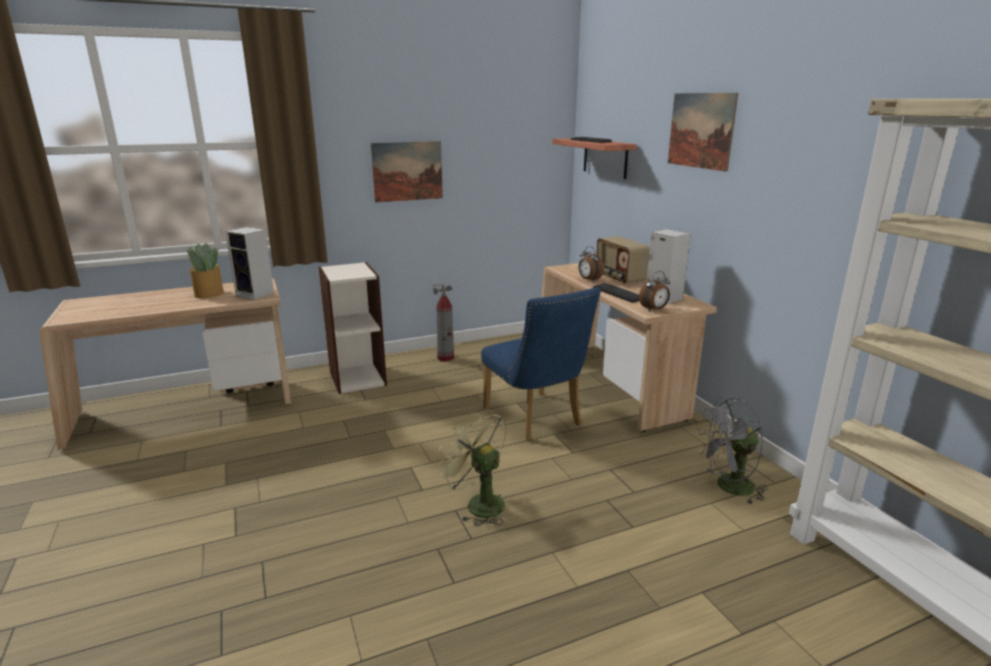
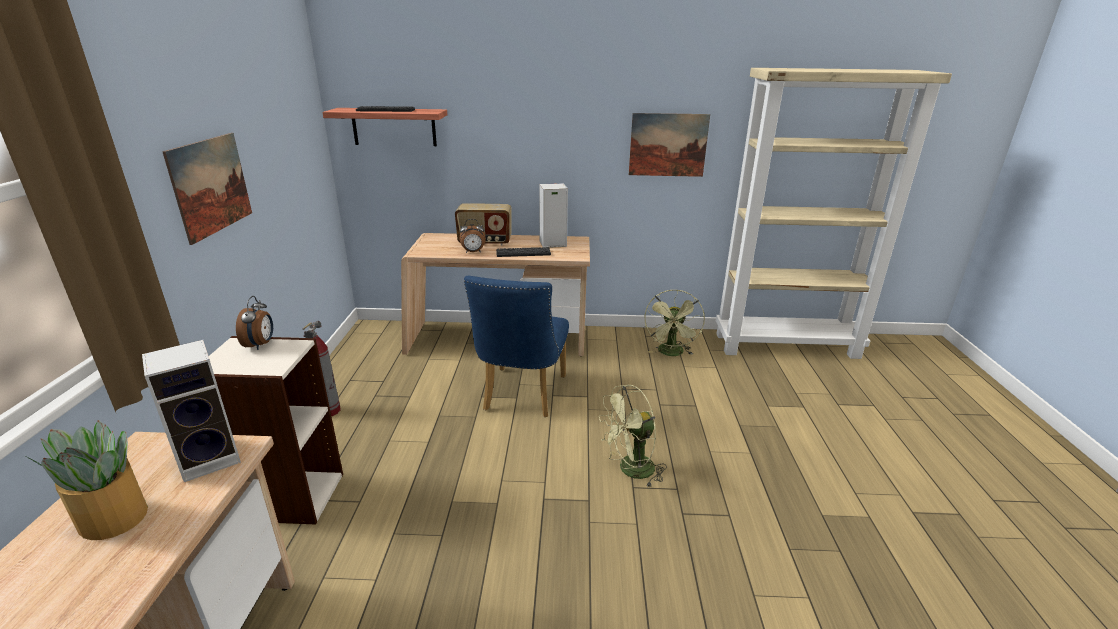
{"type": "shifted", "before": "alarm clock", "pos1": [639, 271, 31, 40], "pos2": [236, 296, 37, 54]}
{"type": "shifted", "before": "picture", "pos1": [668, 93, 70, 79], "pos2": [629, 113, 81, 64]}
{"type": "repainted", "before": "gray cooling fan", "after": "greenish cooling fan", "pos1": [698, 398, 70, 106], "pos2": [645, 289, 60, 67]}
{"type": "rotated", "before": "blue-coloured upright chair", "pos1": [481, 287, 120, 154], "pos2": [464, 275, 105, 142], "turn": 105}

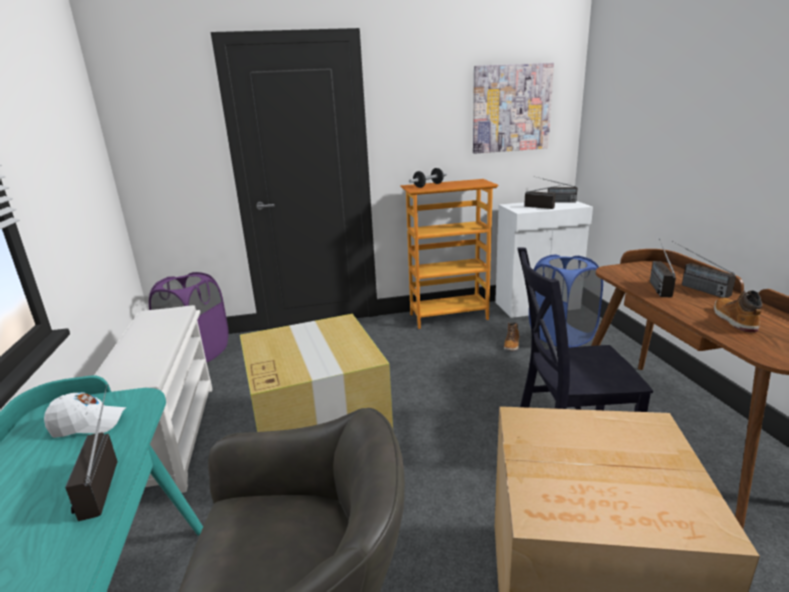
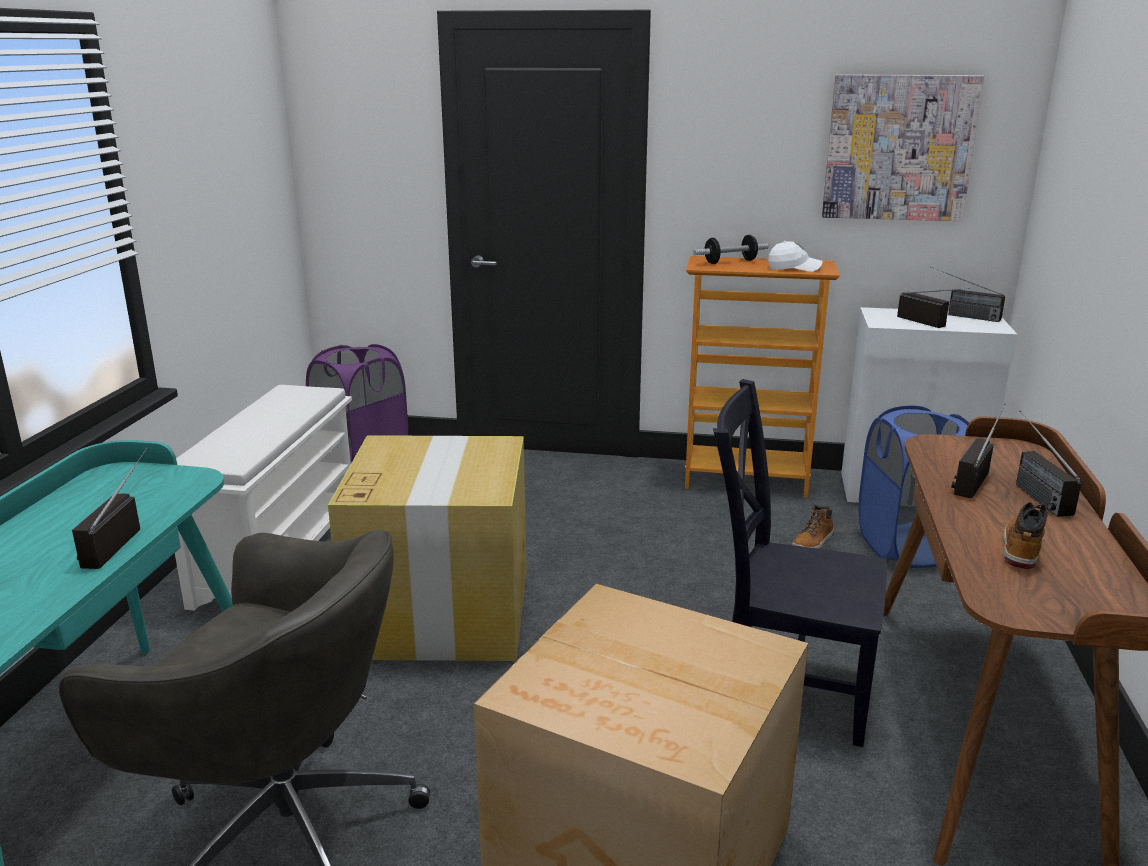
{"type": "shifted", "before": "white-coloured cap", "pos1": [44, 393, 82, 45], "pos2": [768, 241, 55, 31]}

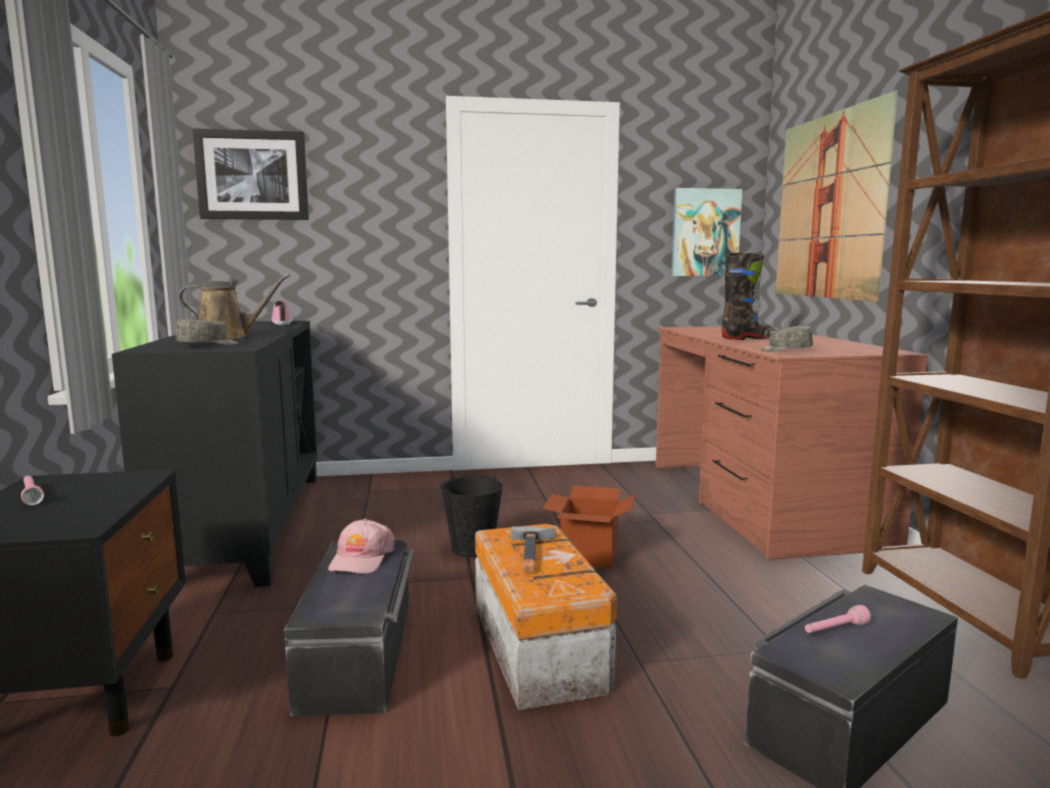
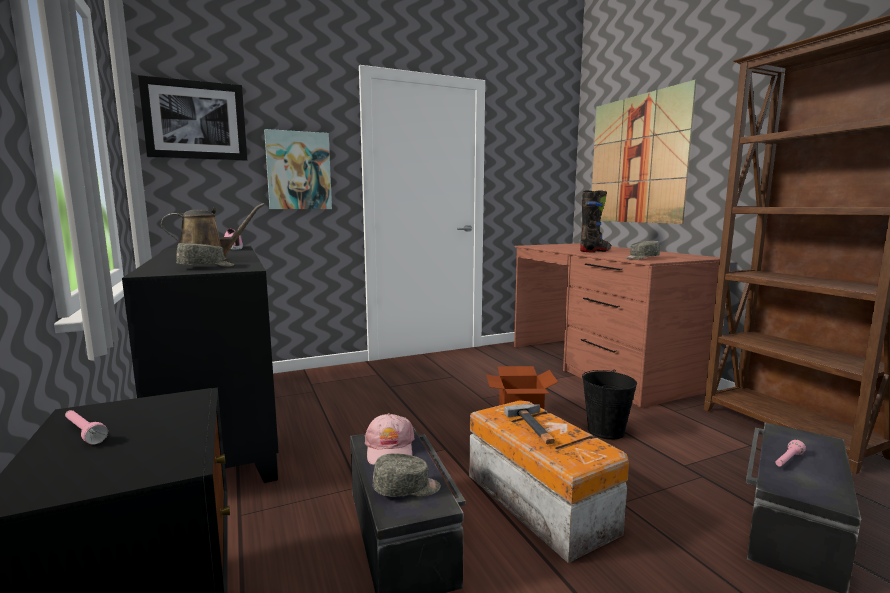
{"type": "new", "after": "gray cap", "pos2": [373, 453, 68, 44]}
{"type": "shifted", "before": "black bucket", "pos1": [440, 475, 63, 82], "pos2": [582, 369, 55, 71]}
{"type": "shifted", "before": "picture", "pos1": [671, 188, 71, 88], "pos2": [264, 129, 68, 80]}

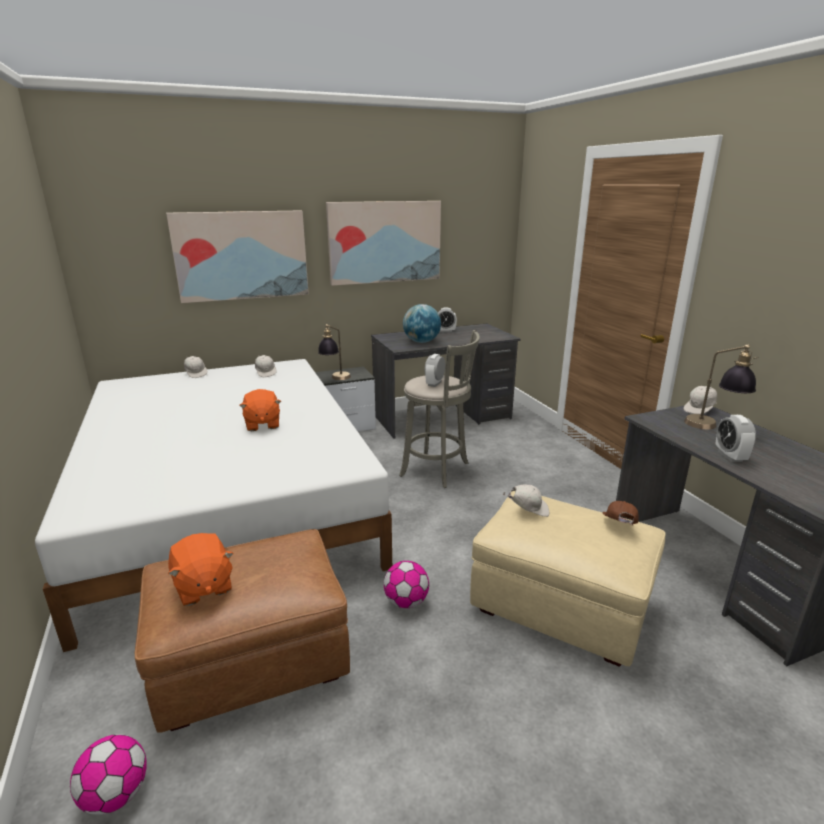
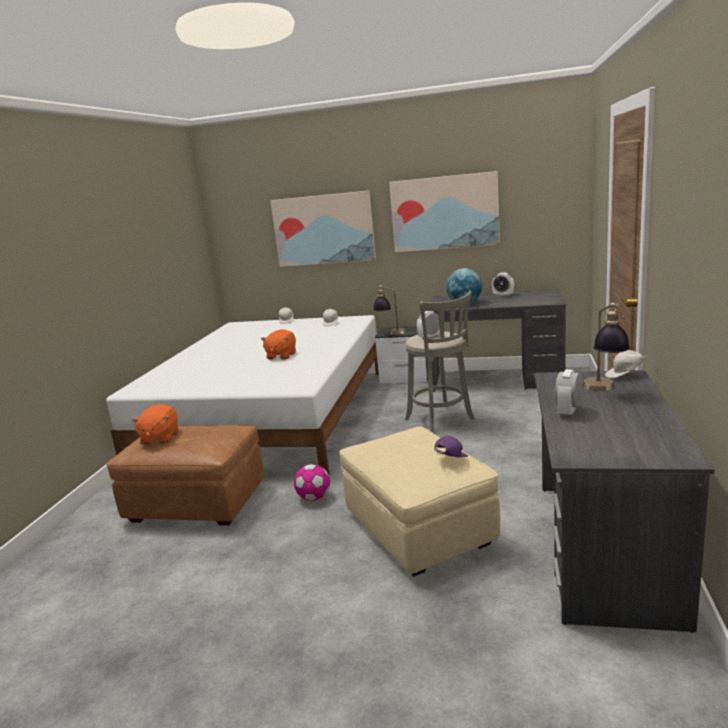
{"type": "gone", "before": "football ball", "pos1": [70, 734, 77, 81]}
{"type": "gone", "before": "white-coloured cap", "pos1": [503, 484, 46, 33]}
{"type": "repainted", "before": "brownish cap", "after": "purple-coloured cap", "pos1": [603, 501, 36, 24], "pos2": [434, 436, 34, 22]}

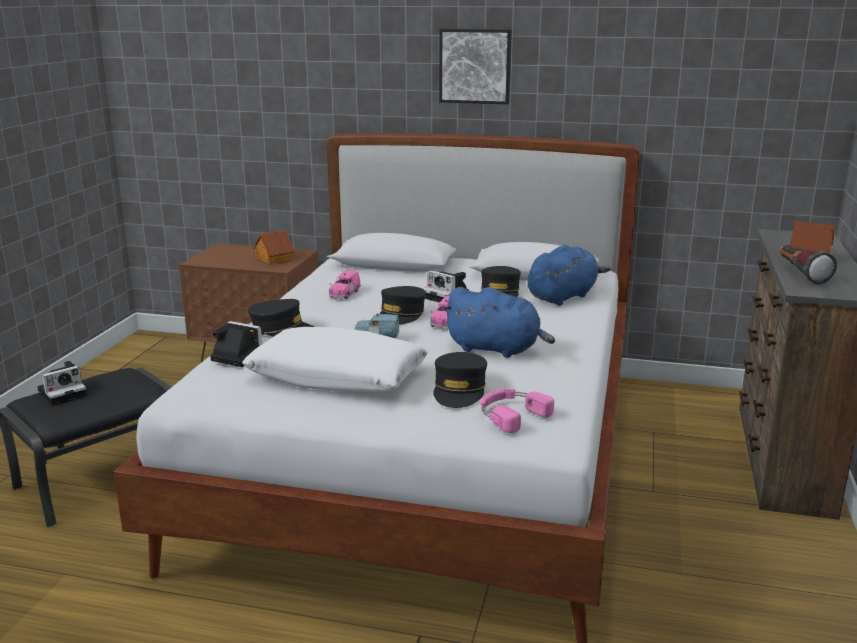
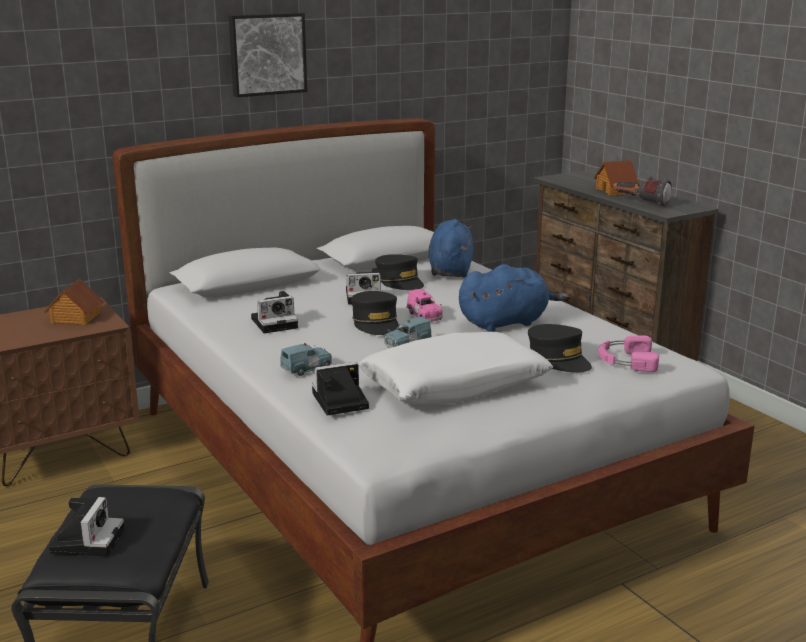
{"type": "swapped", "before": "black cap", "after": "blue-coloured model car", "pos1": [248, 299, 66, 38], "pos2": [280, 343, 52, 33]}
{"type": "swapped", "before": "pink model car", "after": "still camera", "pos1": [329, 270, 32, 29], "pos2": [251, 291, 47, 42]}

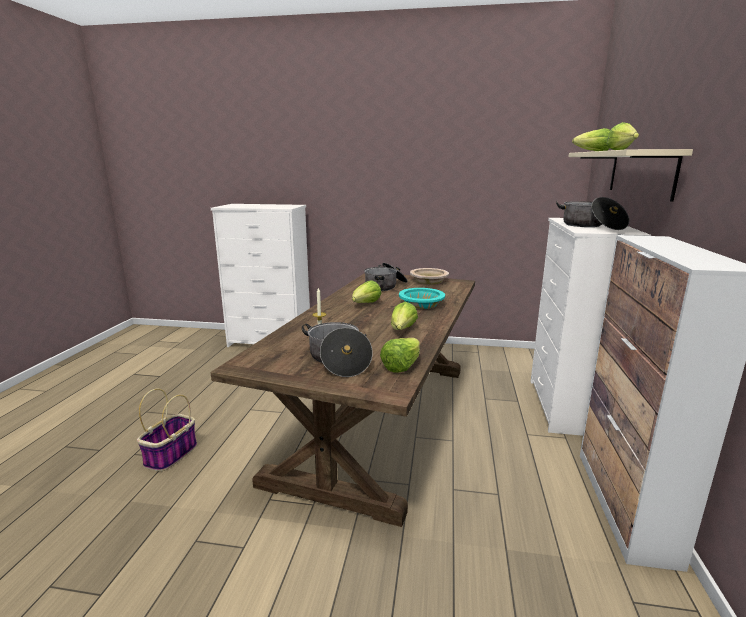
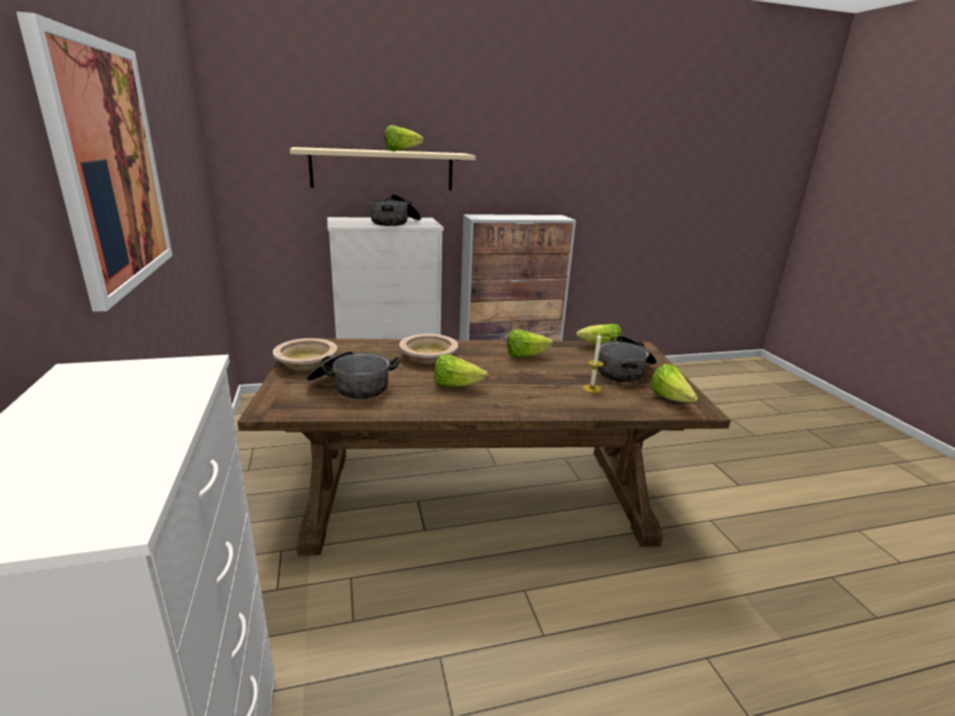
{"type": "gone", "before": "basket", "pos1": [137, 389, 60, 82]}
{"type": "new", "after": "picture", "pos2": [16, 11, 157, 301]}
{"type": "shifted", "before": "lettuce", "pos1": [572, 128, 38, 23], "pos2": [650, 364, 48, 38]}
{"type": "repainted", "before": "turquoise serving bowl", "after": "beige serving bowl", "pos1": [399, 288, 46, 21], "pos2": [399, 334, 59, 31]}

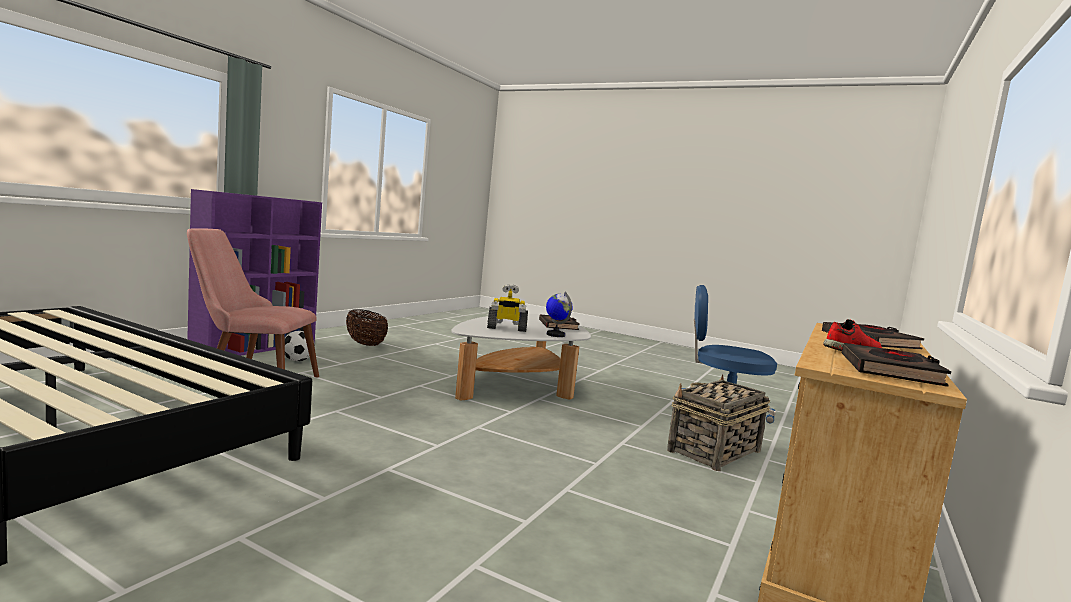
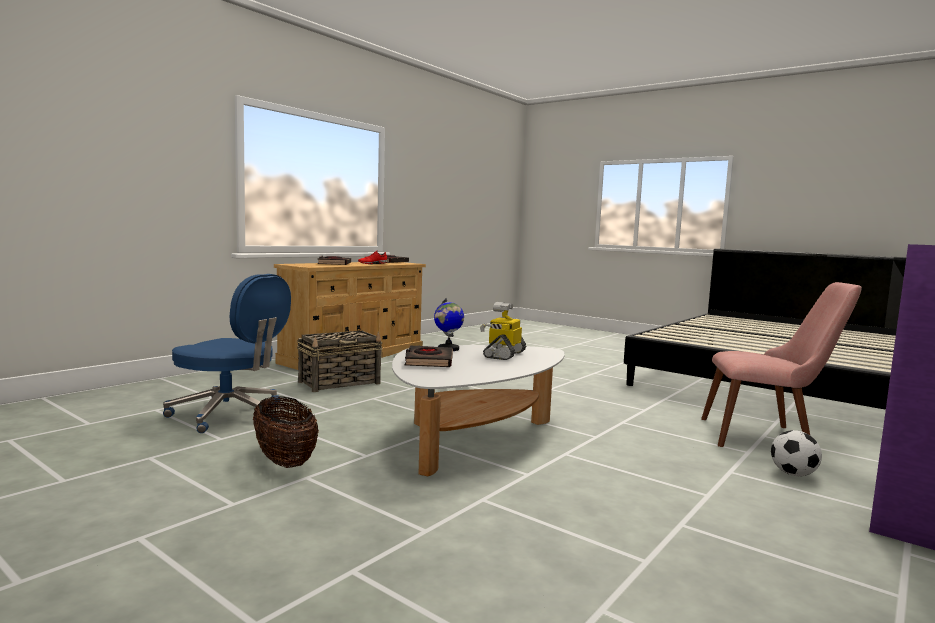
{"type": "shifted", "before": "basket", "pos1": [346, 309, 42, 37], "pos2": [253, 396, 66, 72]}
{"type": "rotated", "before": "robot figure", "pos1": [487, 284, 41, 48], "pos2": [480, 302, 46, 58], "turn": -75}

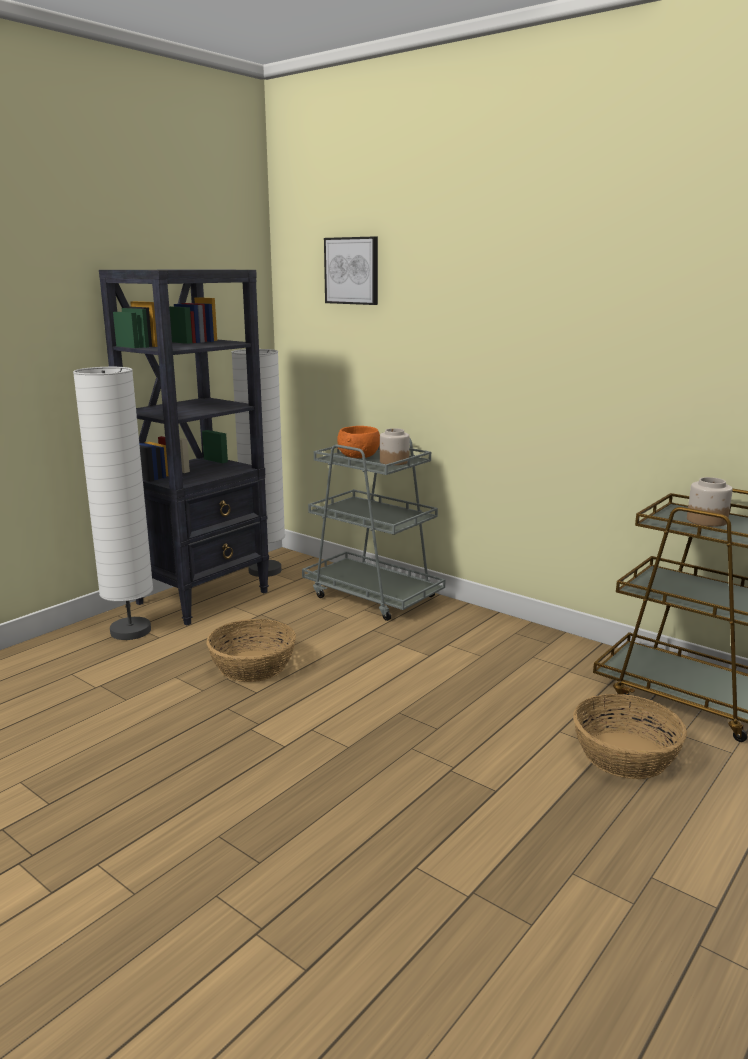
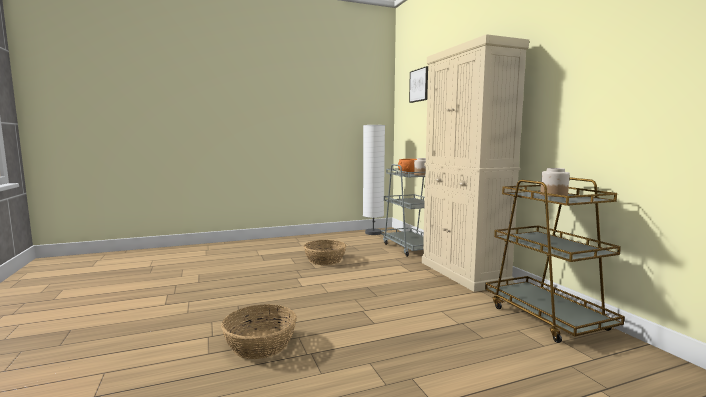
{"type": "gone", "before": "white-coloured standard lamp", "pos1": [73, 367, 80, 273]}
{"type": "gone", "before": "black bookshelf", "pos1": [99, 269, 170, 357]}
{"type": "new", "after": "beige cabinet", "pos2": [422, 34, 107, 258]}
{"type": "shifted", "before": "basket", "pos1": [573, 694, 114, 85], "pos2": [221, 304, 76, 55]}

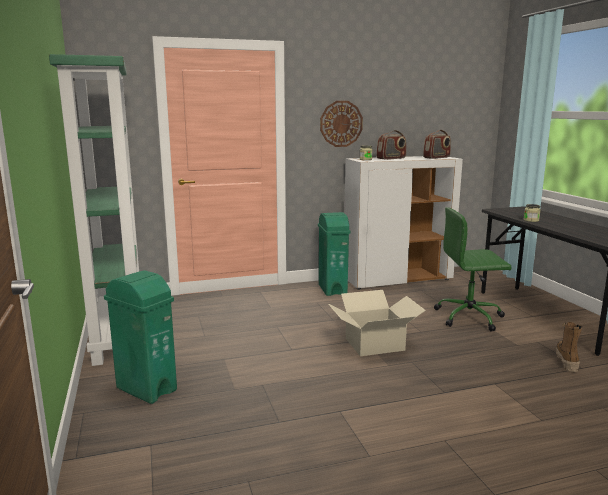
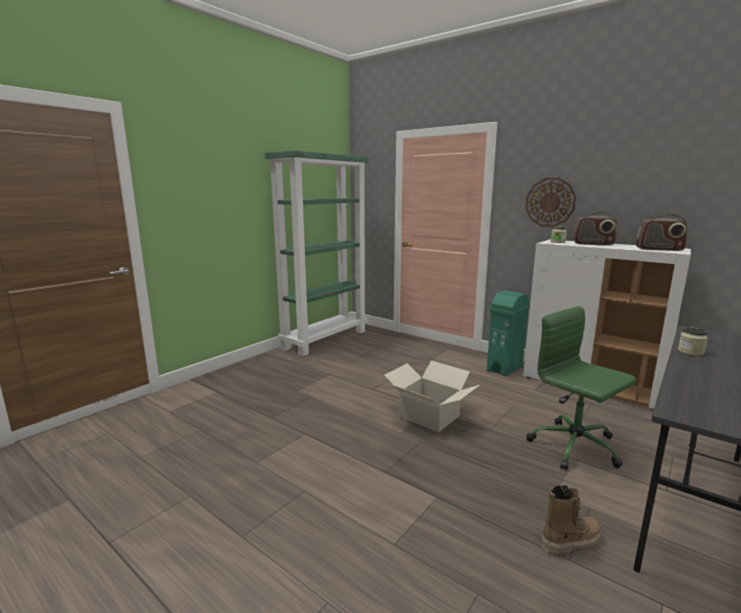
{"type": "gone", "before": "greenish trash can", "pos1": [104, 270, 73, 134]}

